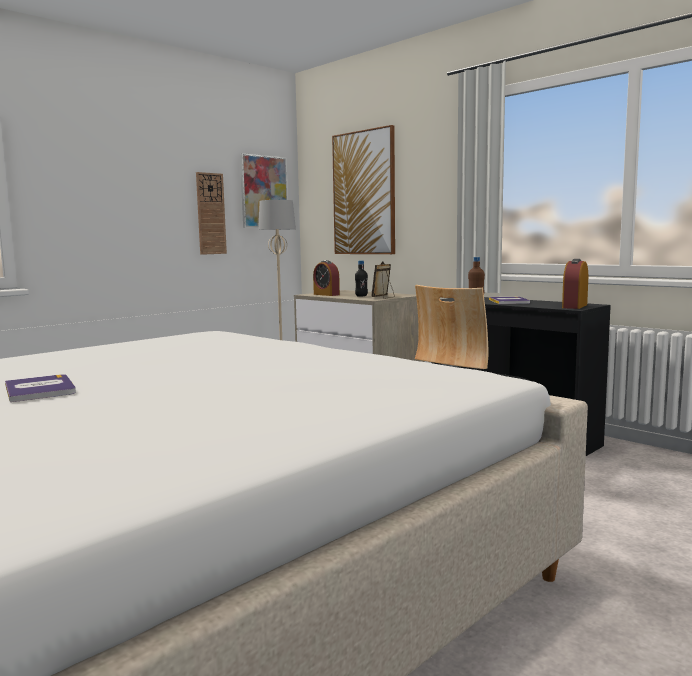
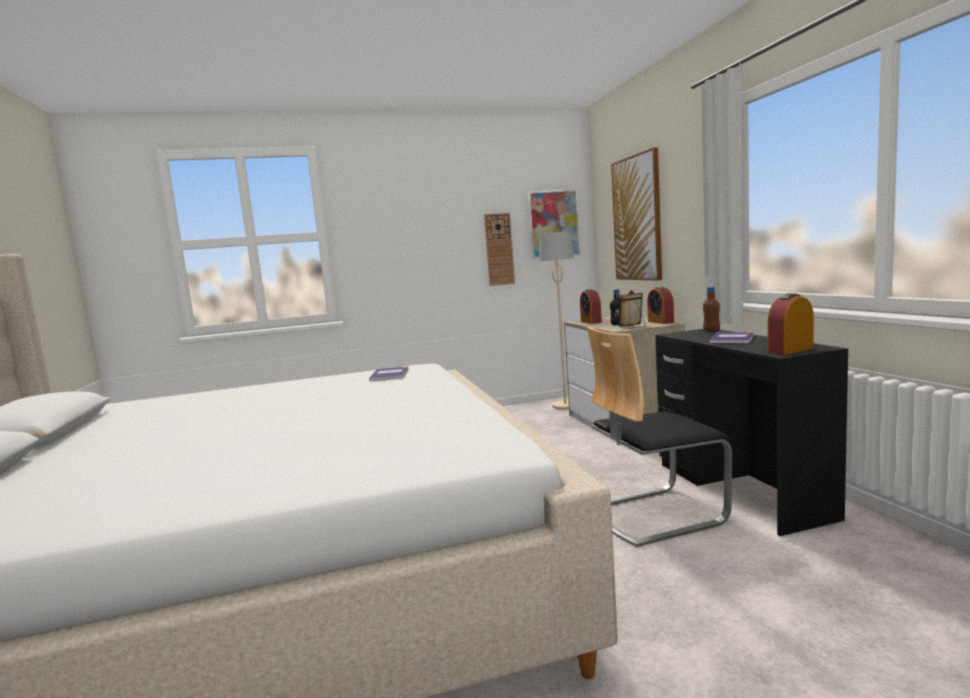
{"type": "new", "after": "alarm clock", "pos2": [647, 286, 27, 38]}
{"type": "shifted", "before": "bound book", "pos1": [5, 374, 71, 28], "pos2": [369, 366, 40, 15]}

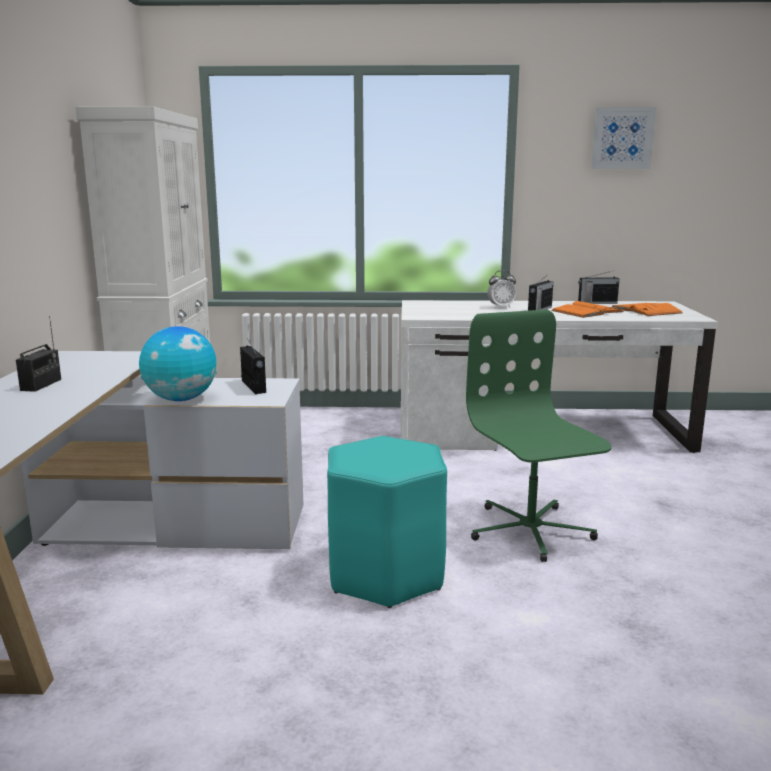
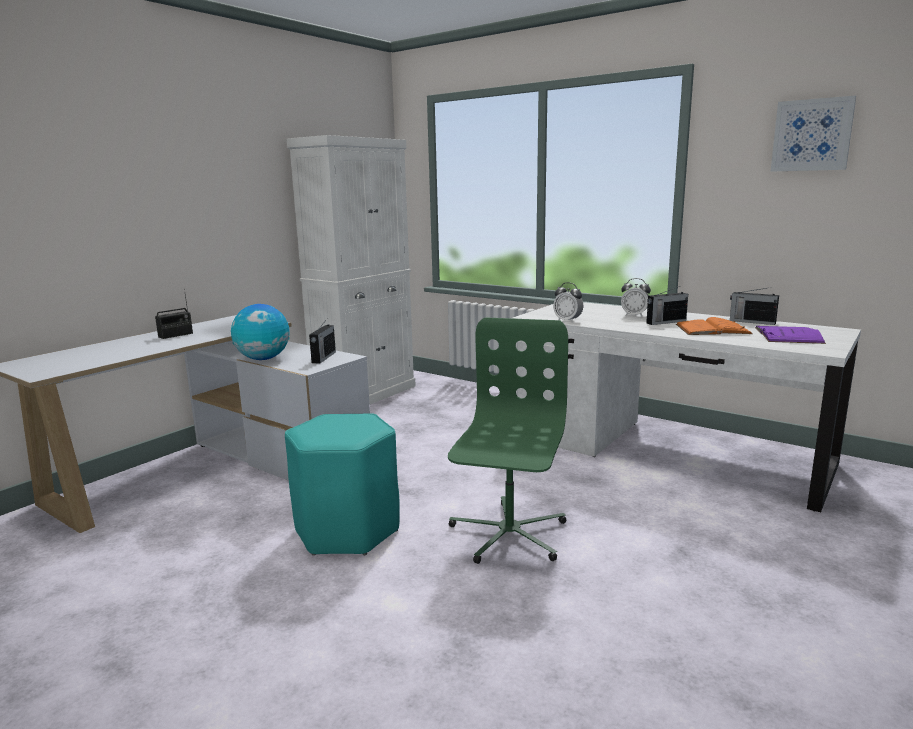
{"type": "new", "after": "alarm clock", "pos2": [553, 282, 30, 41]}
{"type": "repainted", "before": "orangey bound book", "after": "purple-coloured bound book", "pos1": [612, 303, 71, 13], "pos2": [755, 326, 71, 18]}

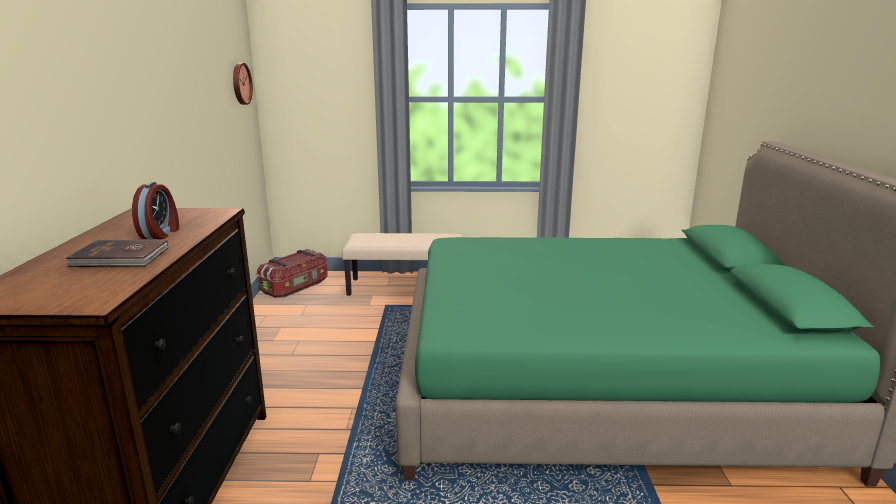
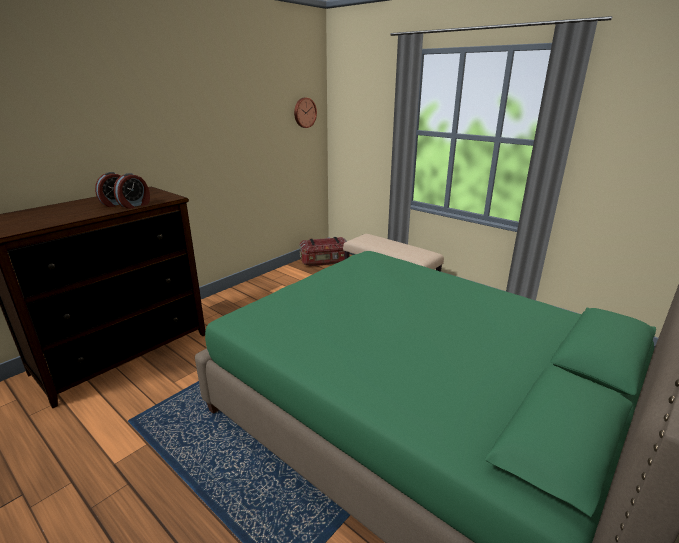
{"type": "gone", "before": "brownish bound book", "pos1": [66, 240, 102, 27]}
{"type": "new", "after": "alarm clock", "pos2": [114, 173, 36, 36]}

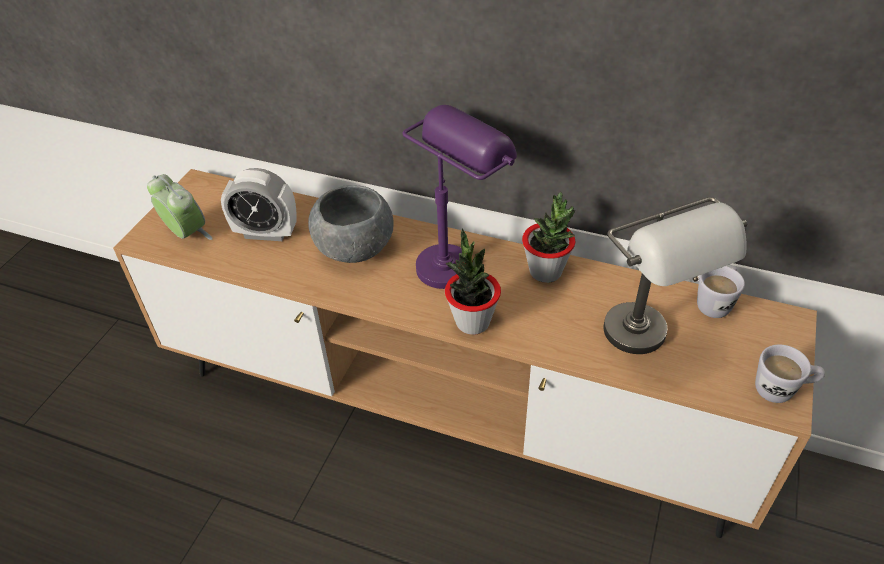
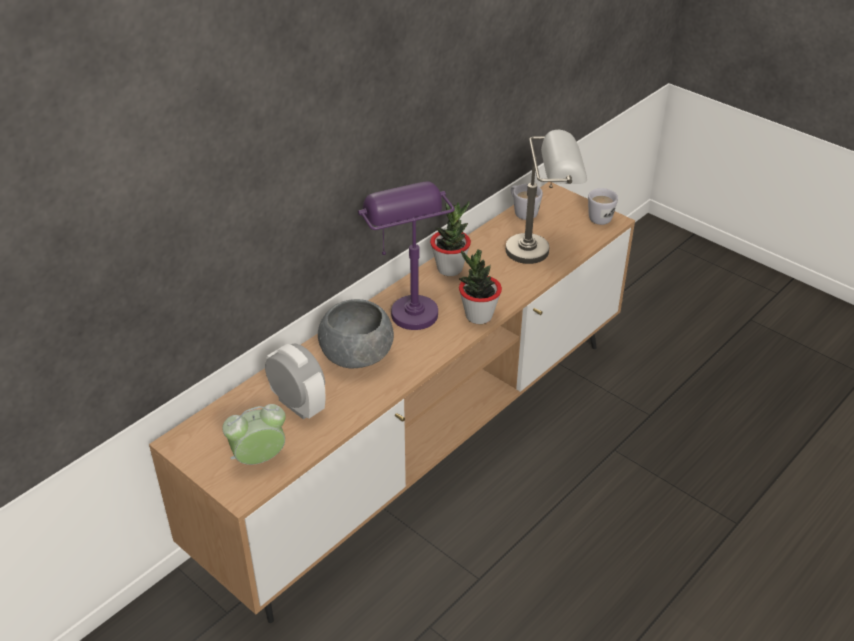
{"type": "rotated", "before": "alarm clock", "pos1": [221, 168, 76, 73], "pos2": [265, 343, 60, 77], "turn": -75}

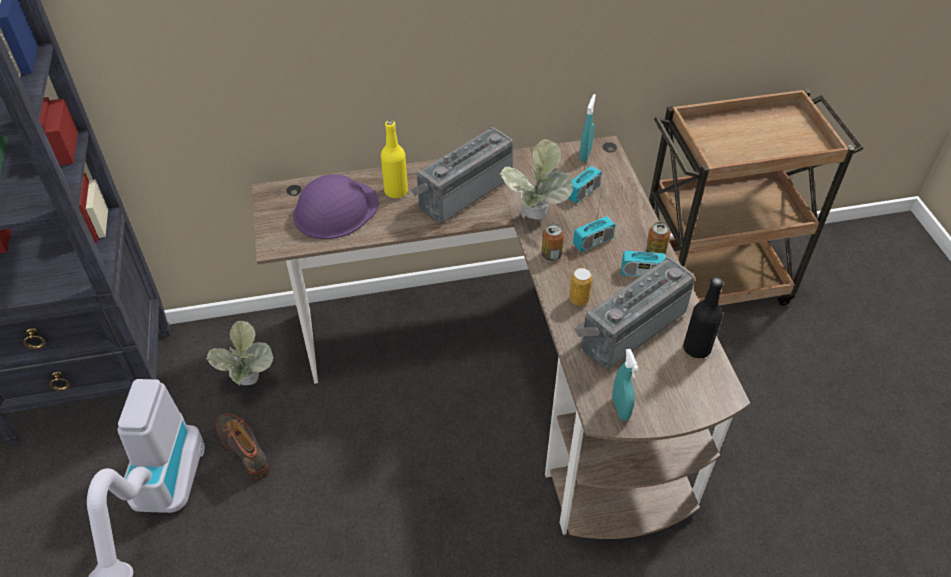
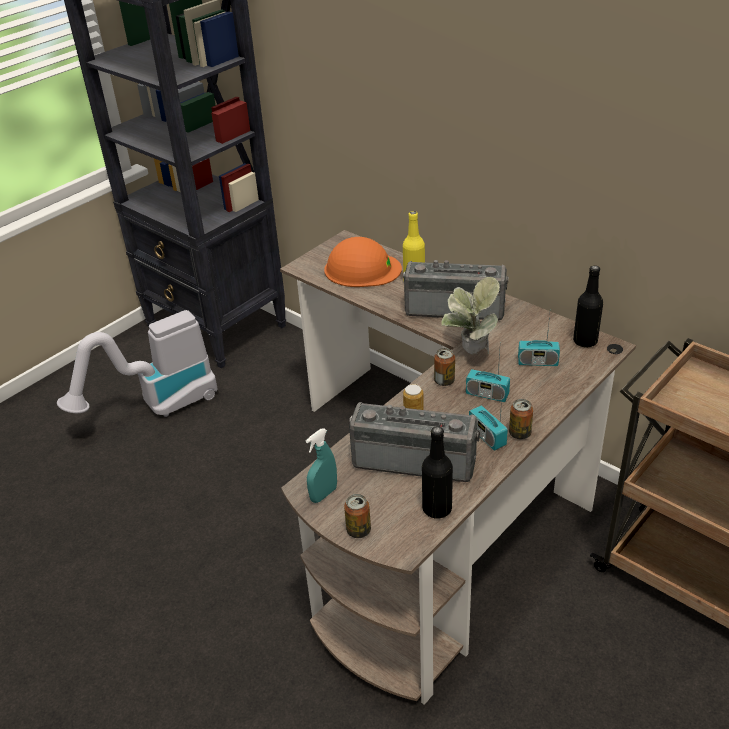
{"type": "gone", "before": "potted plant", "pos1": [206, 320, 67, 65]}
{"type": "gone", "before": "high-top boot", "pos1": [215, 413, 55, 67]}
{"type": "new", "after": "metal can", "pos2": [344, 494, 27, 44]}
{"type": "swapped", "before": "turquoise hand sprayer", "after": "black beverage bottle", "pos1": [579, 94, 17, 68], "pos2": [573, 265, 30, 82]}
{"type": "repainted", "before": "purple-coloured safety helmet", "after": "orangey safety helmet", "pos1": [293, 174, 86, 65], "pos2": [324, 237, 78, 50]}

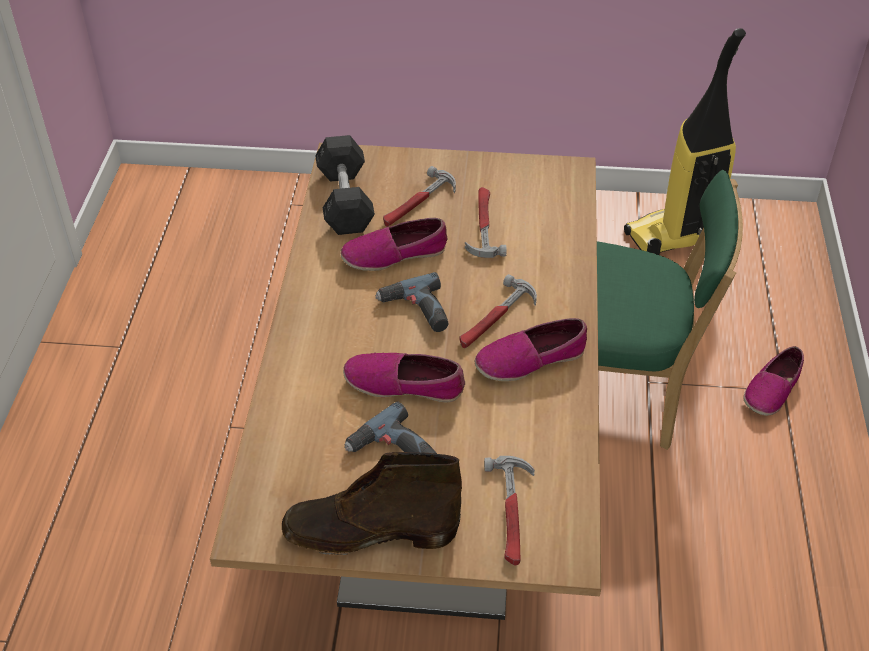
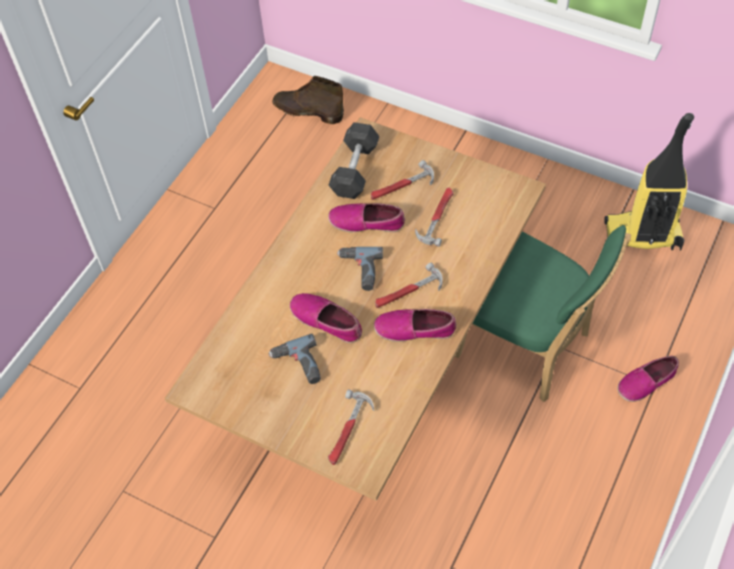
{"type": "shifted", "before": "brownish high-top boot", "pos1": [282, 452, 180, 103], "pos2": [272, 76, 72, 48]}

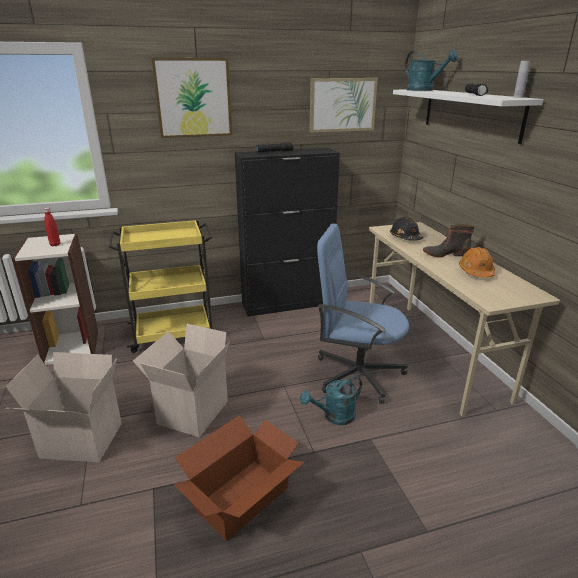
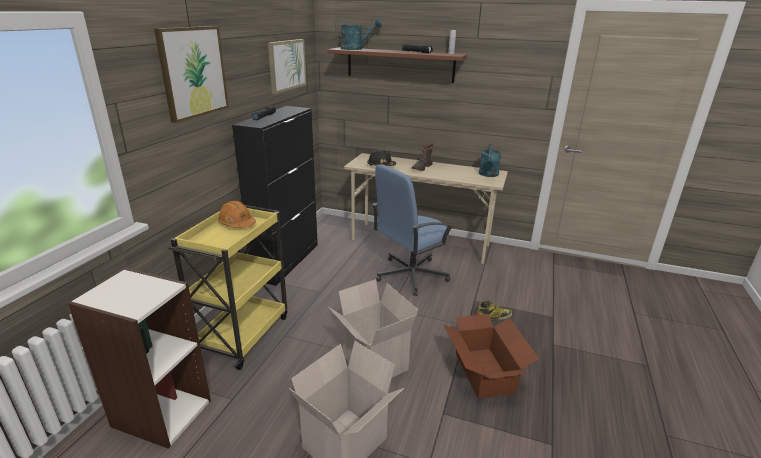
{"type": "gone", "before": "red-coloured beverage bottle", "pos1": [43, 207, 17, 39]}
{"type": "new", "after": "high-top boot", "pos2": [476, 300, 36, 20]}
{"type": "shifted", "before": "turquoise sprinkling can", "pos1": [300, 376, 62, 49], "pos2": [479, 144, 22, 33]}
{"type": "shifted", "before": "orangey safety helmet", "pos1": [459, 247, 36, 31], "pos2": [218, 201, 38, 27]}
{"type": "repainted", "before": "white-coloured bracket shelf", "after": "brownish bracket shelf", "pos1": [393, 90, 151, 54], "pos2": [327, 47, 140, 36]}

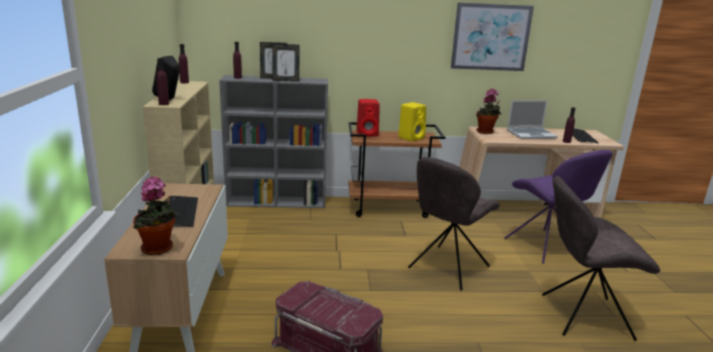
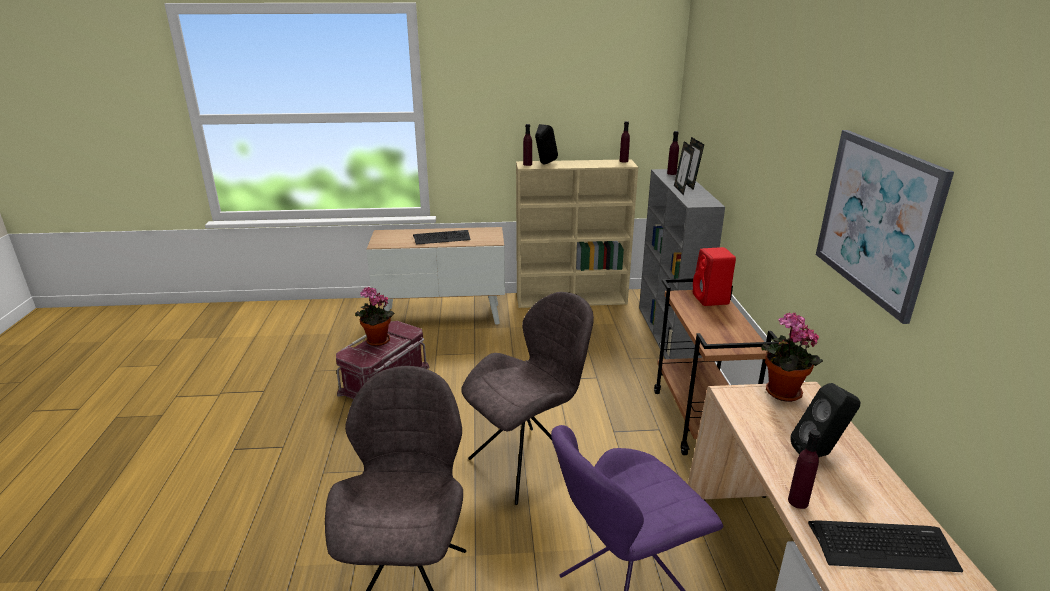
{"type": "gone", "before": "yellow loudspeaker", "pos1": [398, 102, 28, 40]}
{"type": "shifted", "before": "potted plant", "pos1": [133, 177, 45, 78], "pos2": [355, 287, 40, 59]}
{"type": "swapped", "before": "notebook computer", "after": "black loudspeaker", "pos1": [507, 100, 51, 39], "pos2": [790, 383, 70, 74]}
{"type": "rotated", "before": "gray upright chair", "pos1": [408, 157, 92, 133], "pos2": [461, 292, 133, 213], "turn": 105}

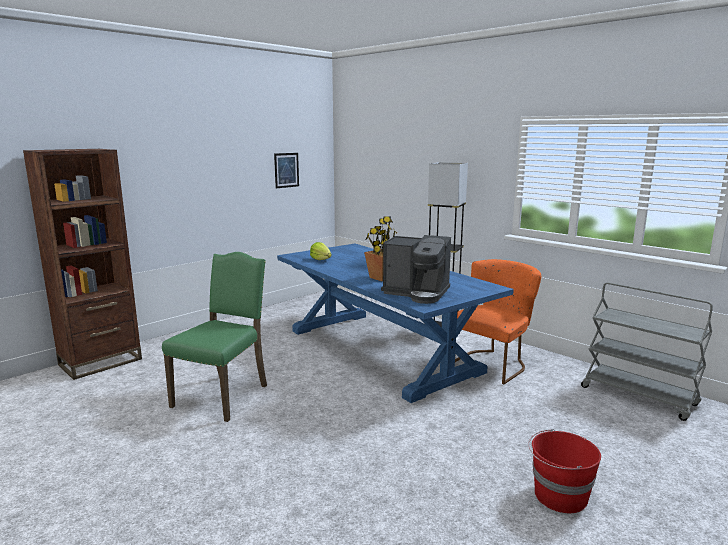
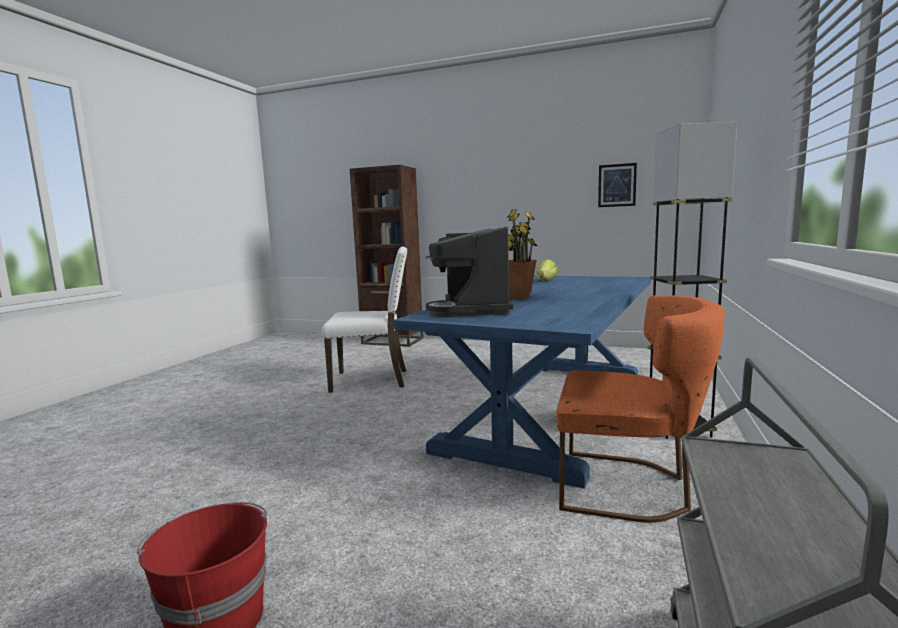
{"type": "repainted", "before": "greenish upright chair", "after": "white-coloured upright chair", "pos1": [162, 252, 105, 170], "pos2": [322, 247, 85, 146]}

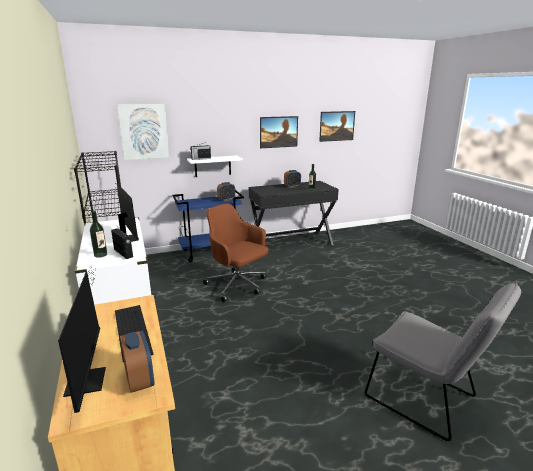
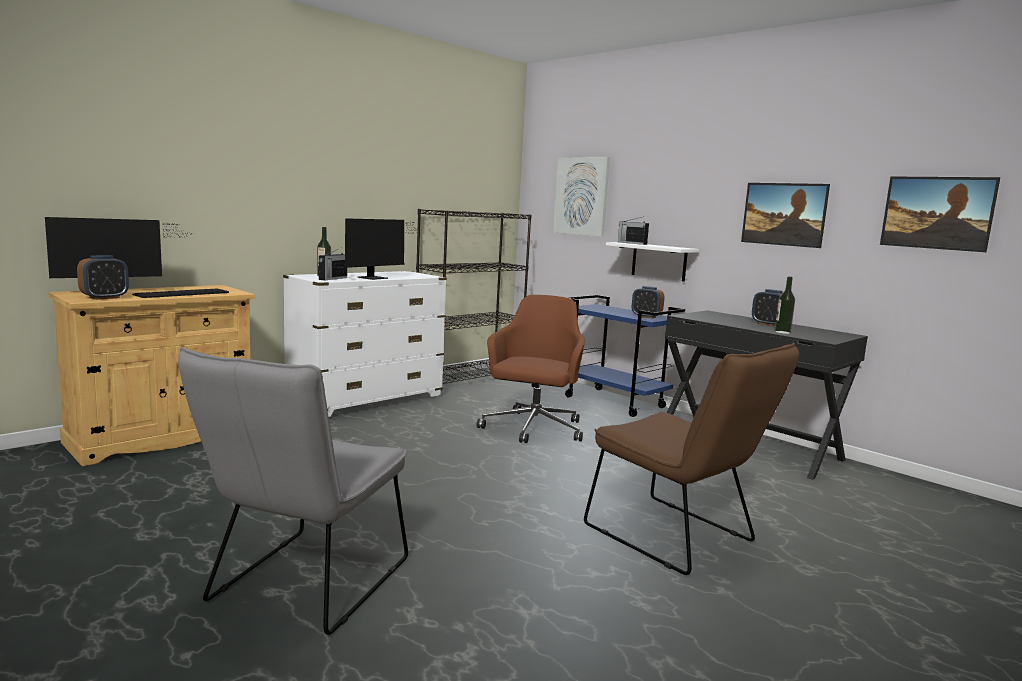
{"type": "new", "after": "brownish upright chair", "pos2": [584, 343, 215, 232]}

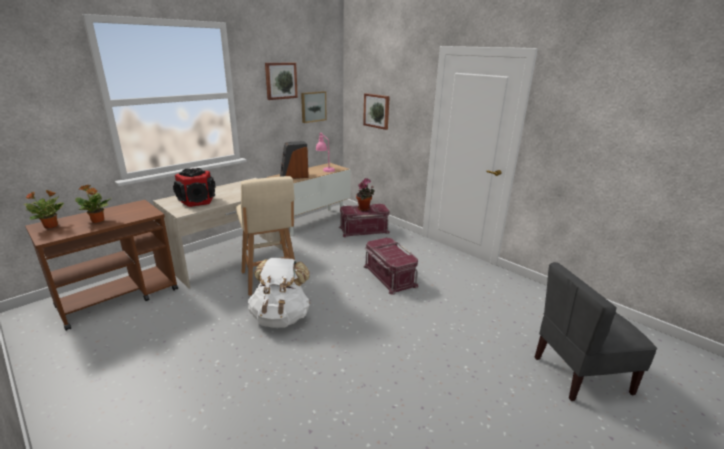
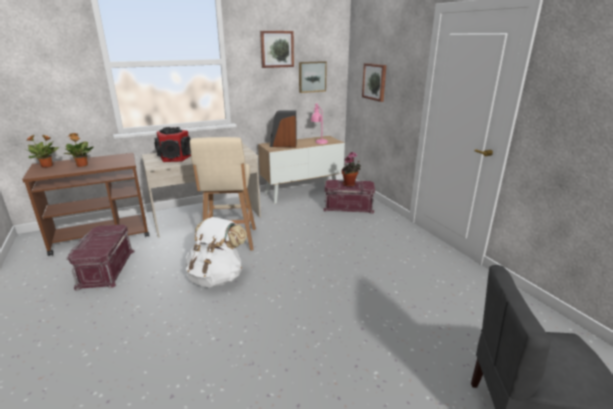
{"type": "shifted", "before": "red-coloured storage box", "pos1": [363, 238, 55, 57], "pos2": [66, 224, 69, 67]}

